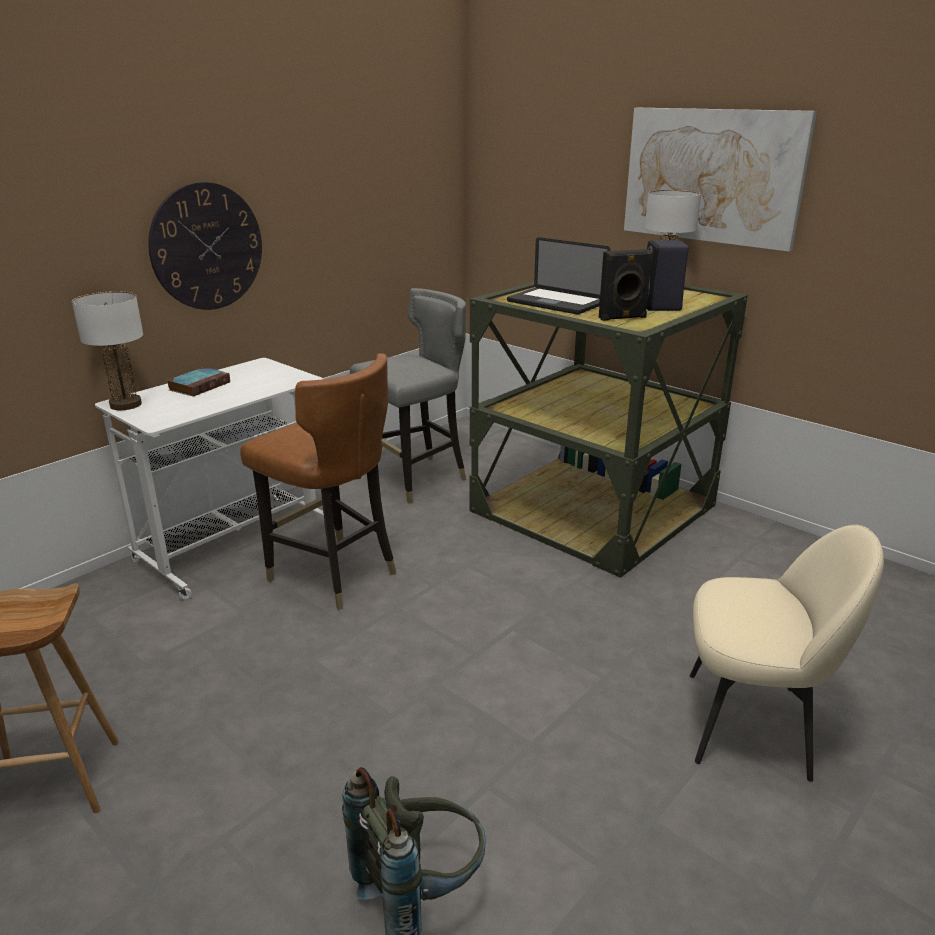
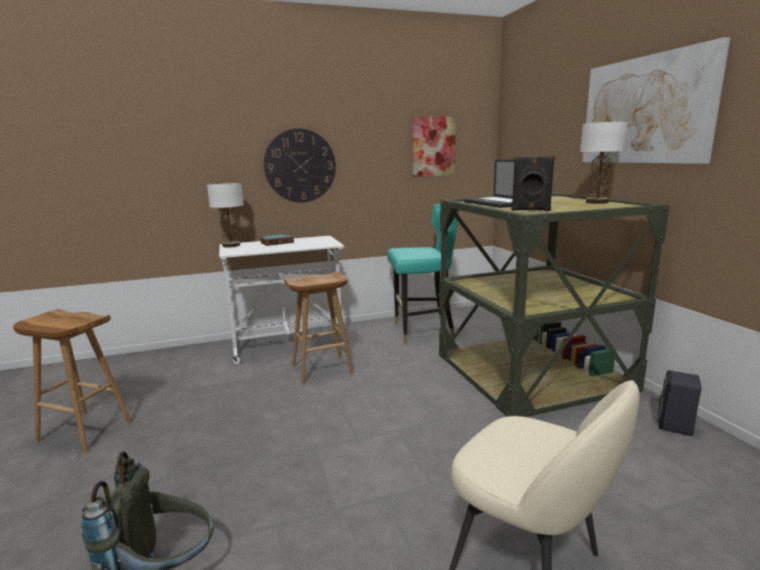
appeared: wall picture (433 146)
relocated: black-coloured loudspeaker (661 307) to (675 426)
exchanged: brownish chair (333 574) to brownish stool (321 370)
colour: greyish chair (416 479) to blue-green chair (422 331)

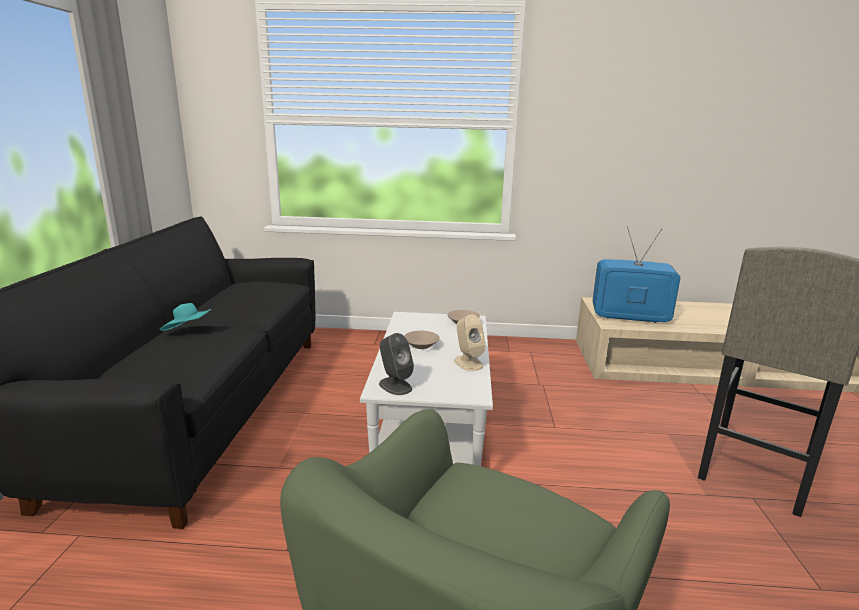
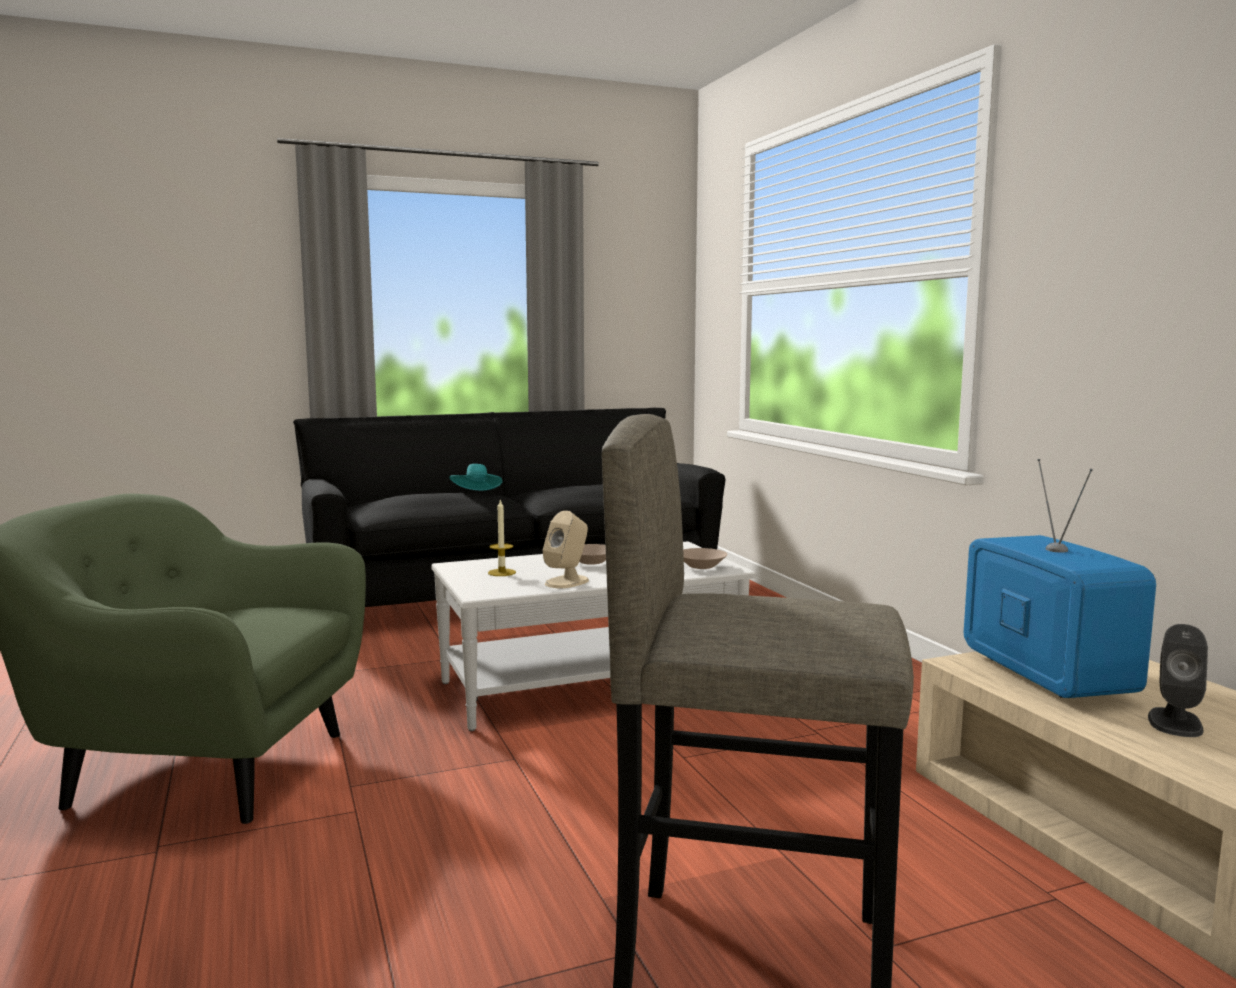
appeared: wax candle (501 572)
relocated: greyish loudspeaker (395 386) to (1175 722)

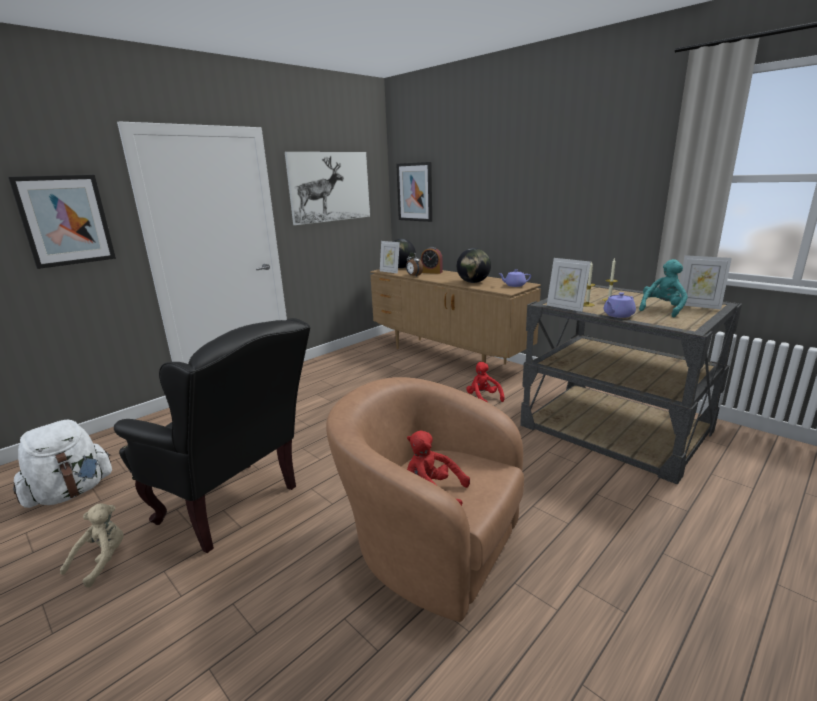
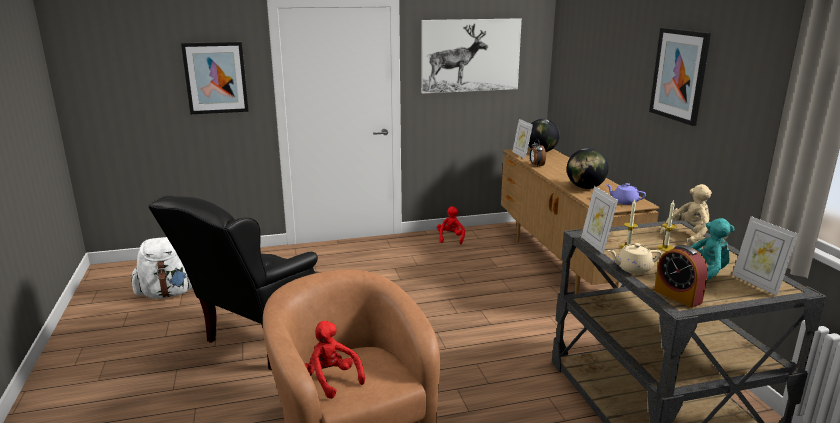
relocated: beige-coloured plush toy (102 561) to (687 236); wall picture (415 192) to (679 75); alarm clock (431 272) to (677 296); reddish plush toy (483 398) to (450 238)
colour: purple teapot (618 315) to beige-coloured teapot (632 268)
spun: black-coloured lounge chair (240 509) = (253 346) 60 degrees clockwise

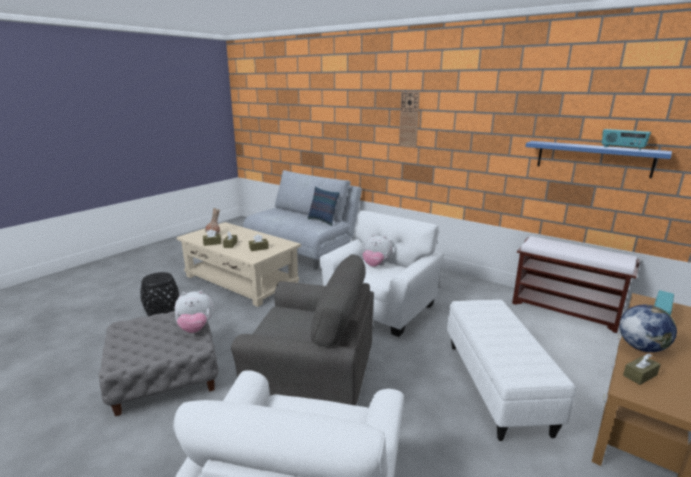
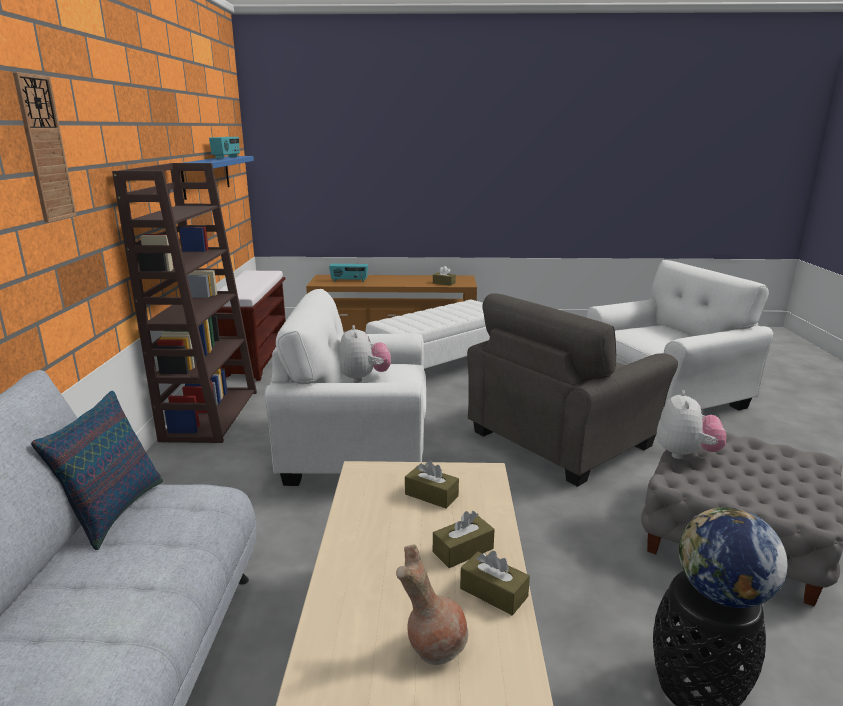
appeared: brownish bookshelf (210 414)
relocated: globe (641 347) to (722 594)
spun: plush toy (196 328) = (685 454) 60 degrees clockwise; greyish lounge chair (311 380) = (561 439) 105 degrees counterclockwise

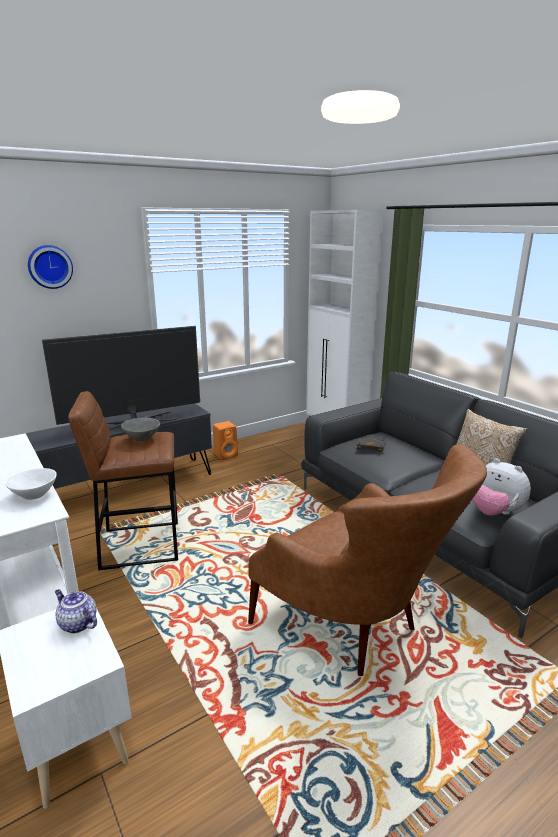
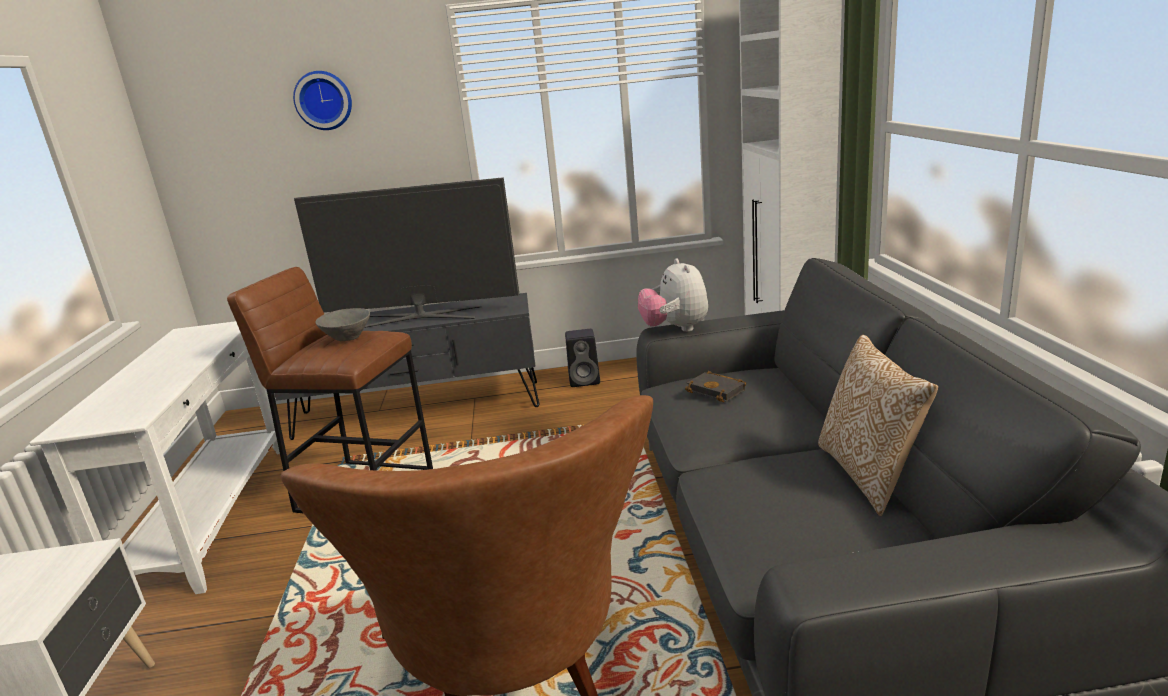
missing: whitish serving bowl (34 495); teapot (77 623)
relocated: plush toy (495 512) to (675 329)
colour: orange-coloured loudspeaker (226 454) to black-coloured loudspeaker (585 380)

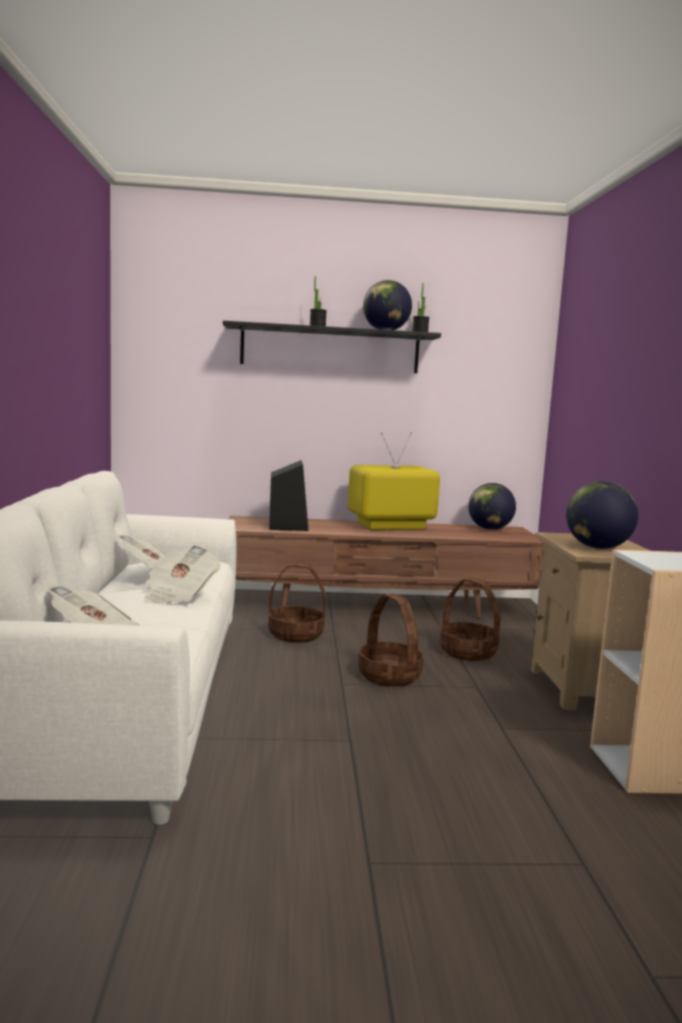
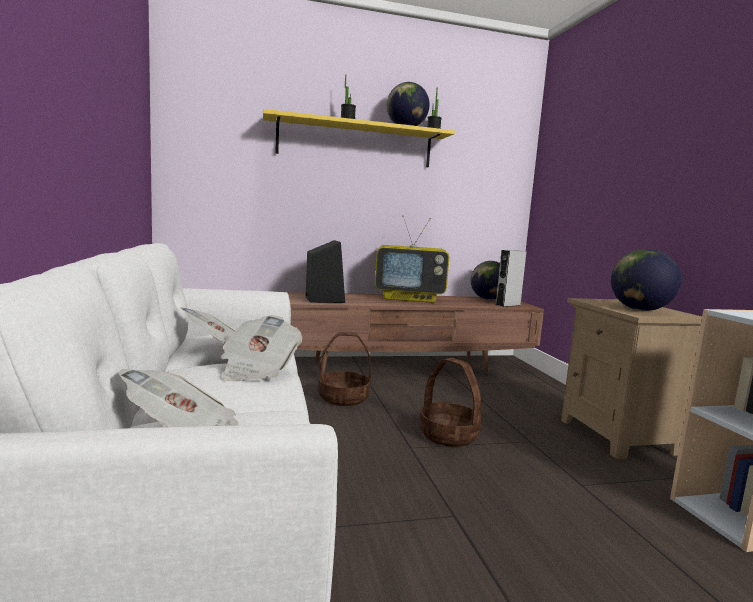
missing: storage basket (468 652)
appeared: greyish loudspeaker (508 305)
colour: black-coloured bracket shelf (330 349) to yellow-coloured bracket shelf (355 143)
spun: television (390 526) = (410 298) 150 degrees counterclockwise

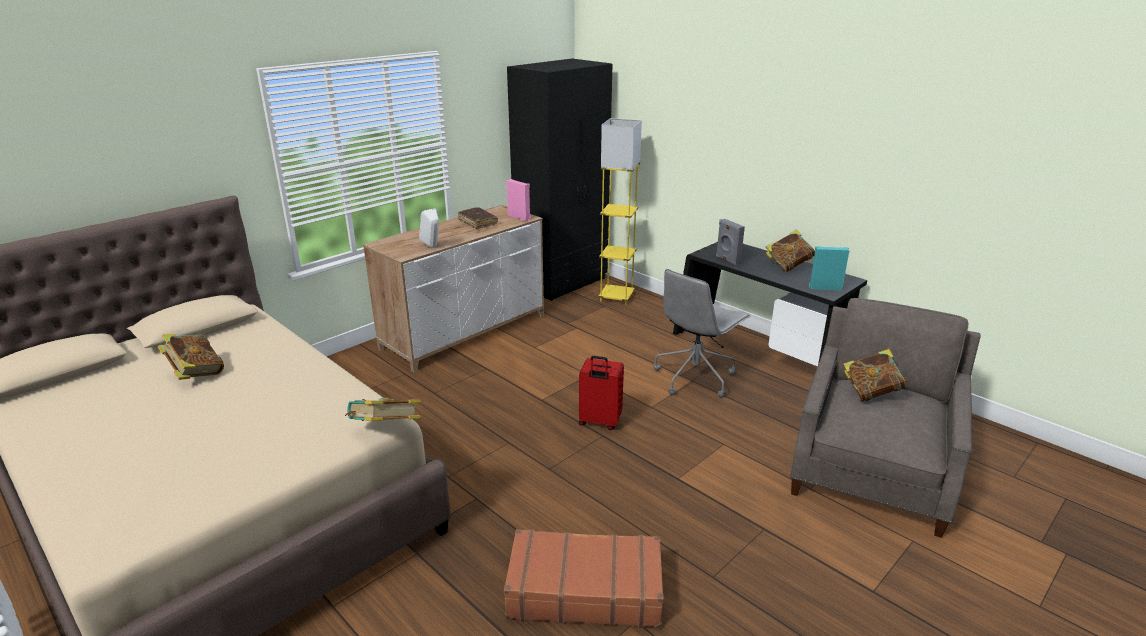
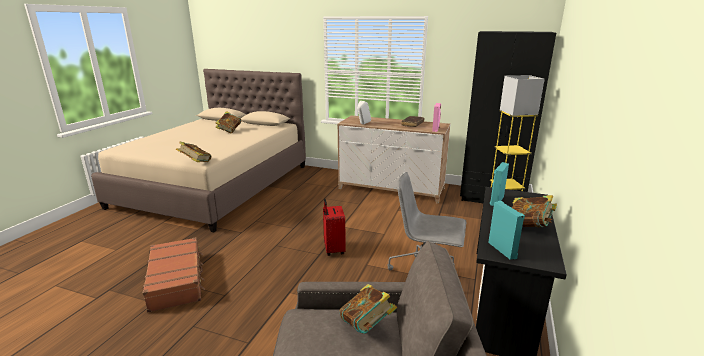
colour: greyish loudspeaker (727 260) to blue-green loudspeaker (496 200)

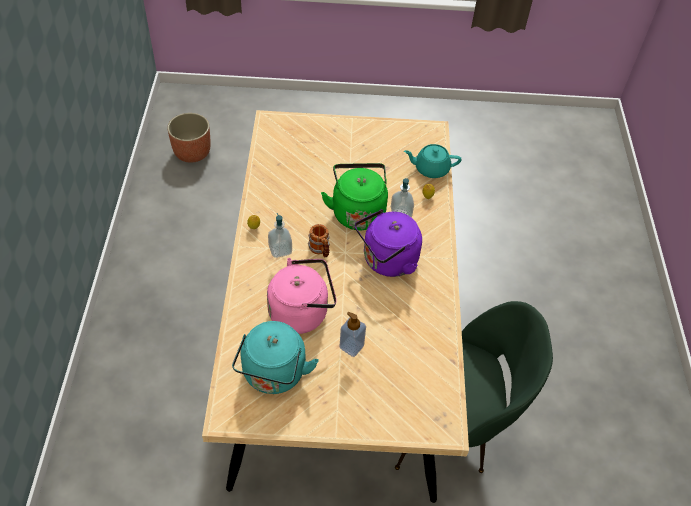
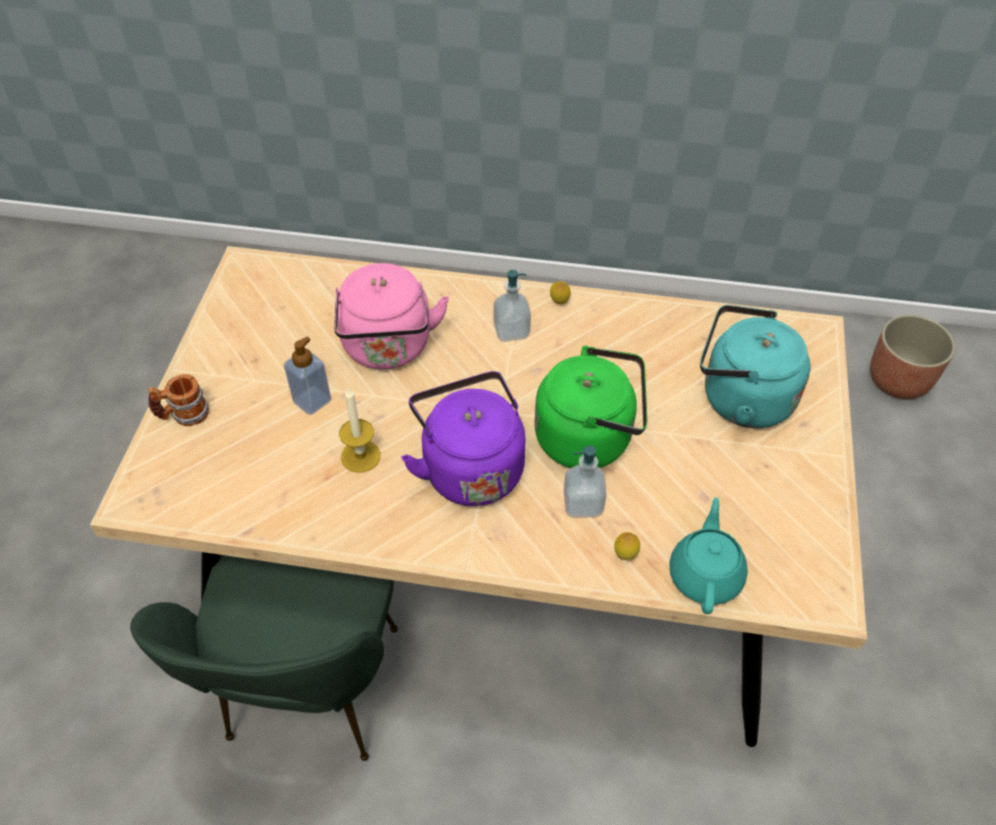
appeared: wax candle (360 456)
relocated: blue-green water kettle (273 375) to (740 398); mug (320 250) to (183 415)

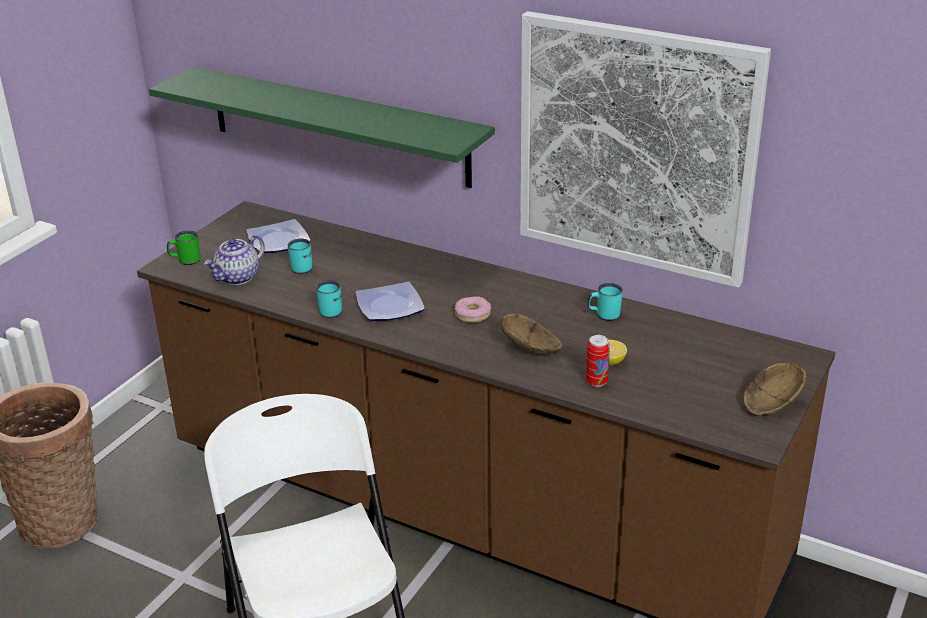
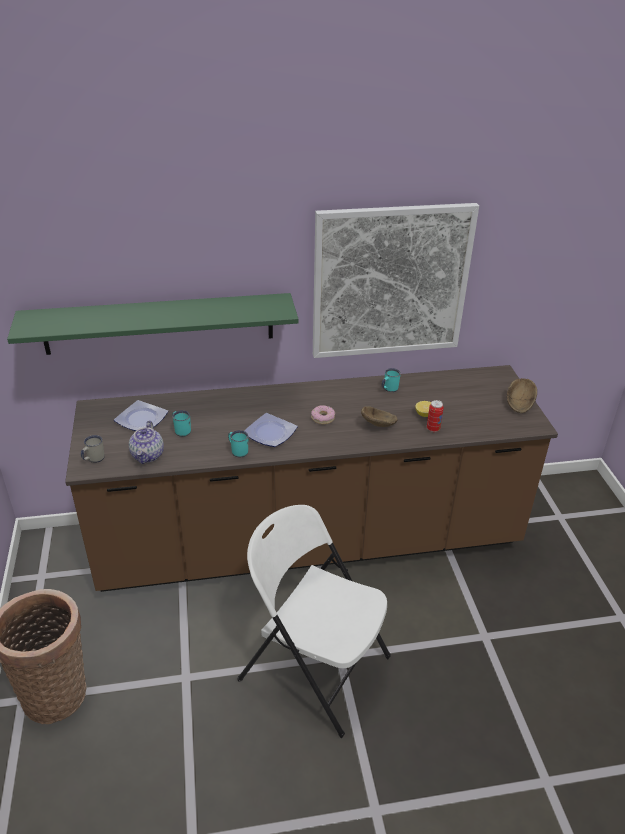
colour: green mug (185 260) to whitish mug (93 459)

